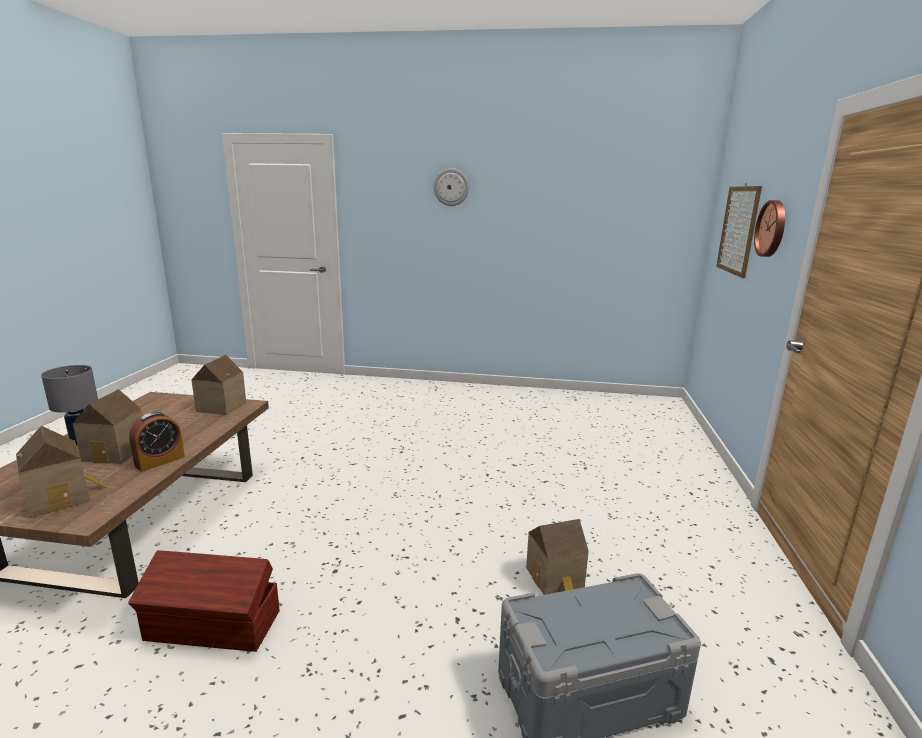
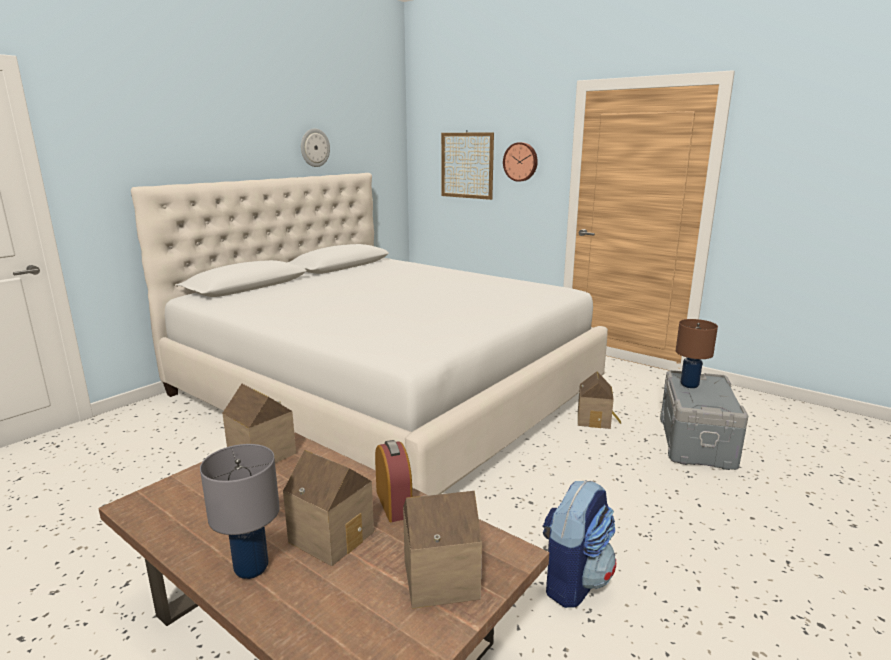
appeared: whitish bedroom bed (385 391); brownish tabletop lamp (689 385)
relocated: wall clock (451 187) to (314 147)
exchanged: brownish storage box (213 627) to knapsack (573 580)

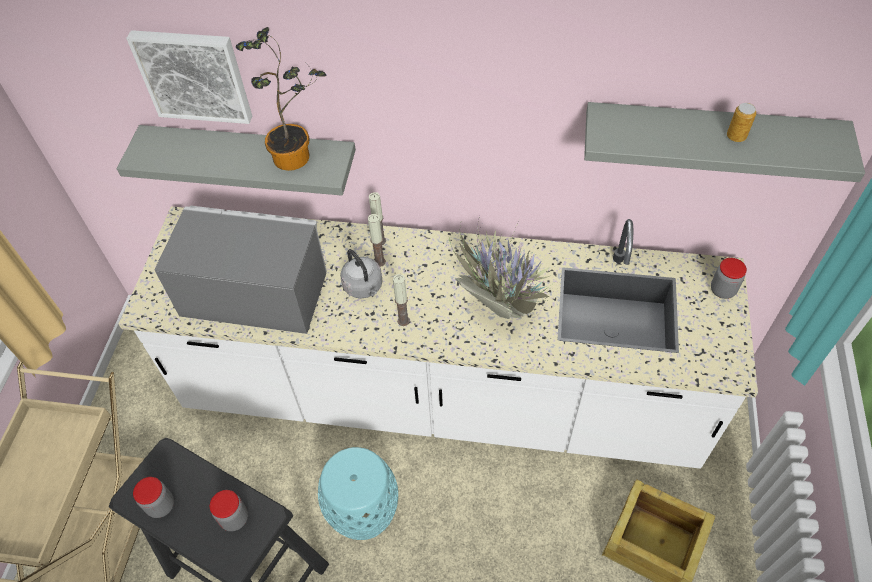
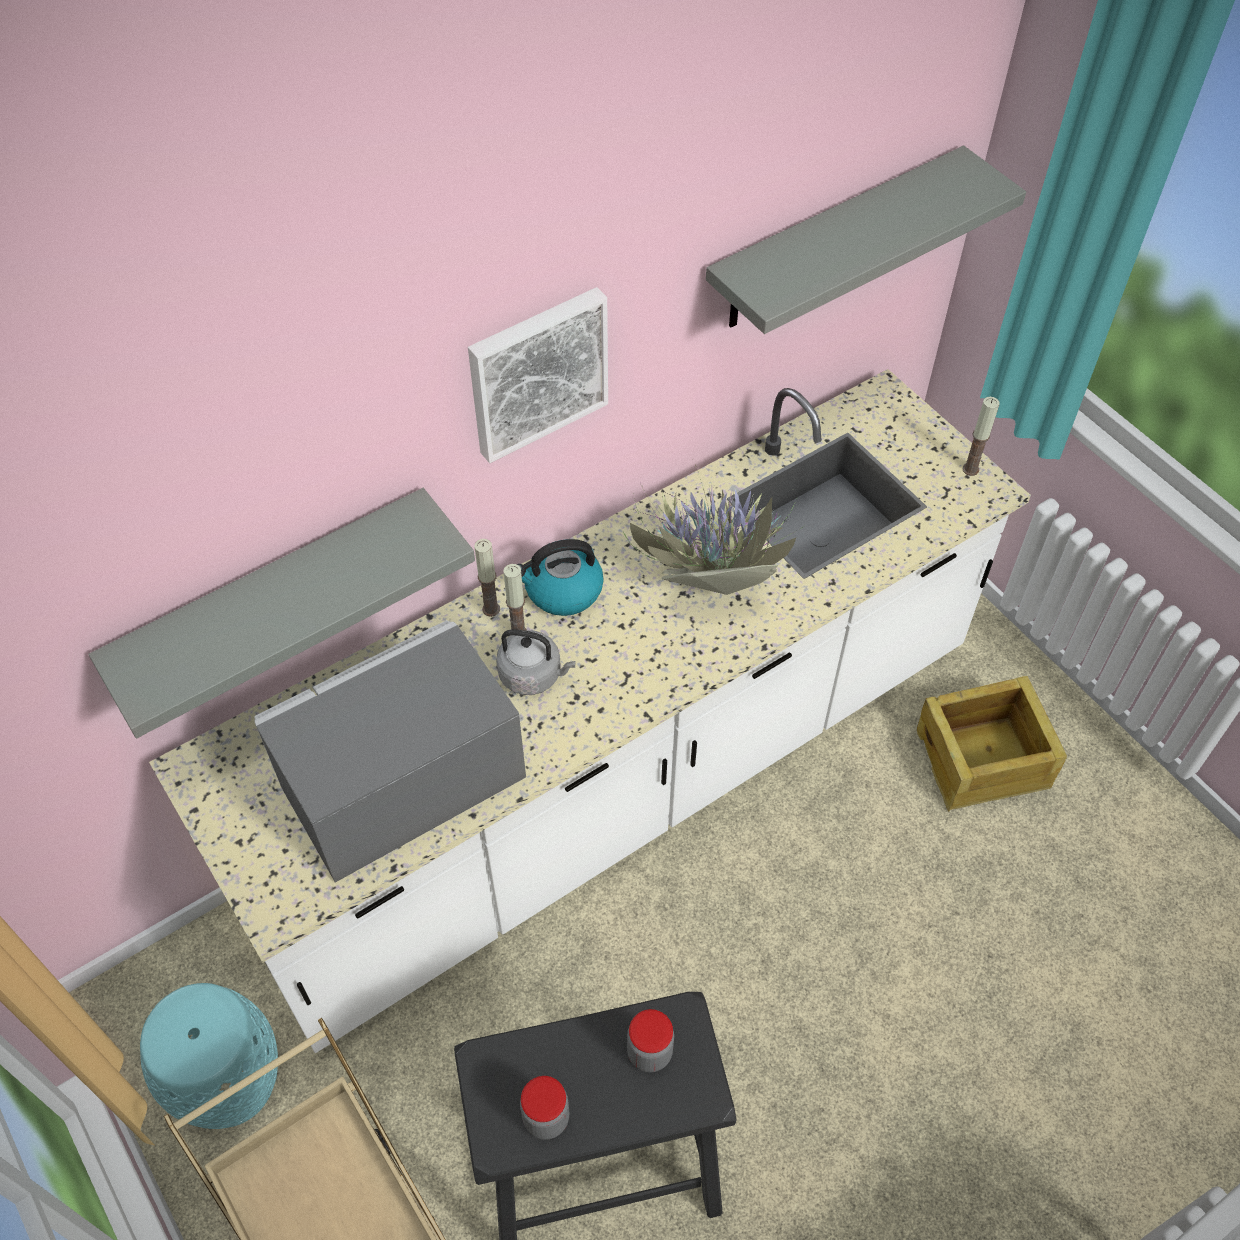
missing: potted plant (297 156); preserve jar (722 290); sealed can (736 137)
appeared: water kettle (562 591)
relocated: wall picture (194 75) to (537 371); blue-green stool (363 511) to (229 1081); wax candle (403 320) to (970 469)

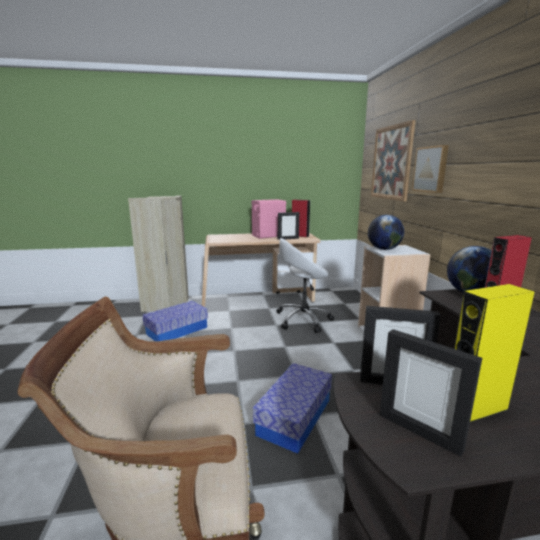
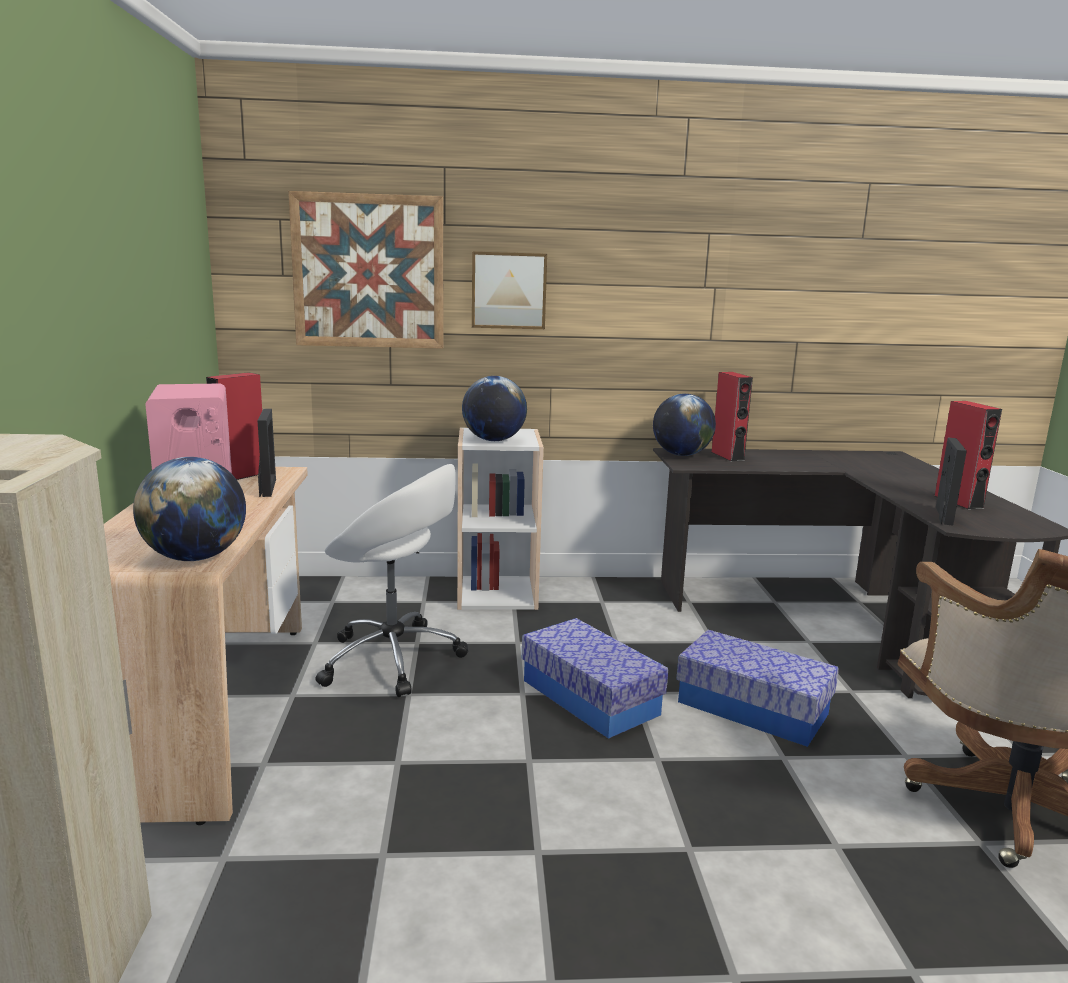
missing: photo frame (419 430)
appeared: globe (195 558)
relocated: storage box (177 330) to (589 697)
colour: yellow-coloured loudspeaker (475 409) to reddish loudspeaker (958 502)
spun: whitish desk chair (301 319) = (395 659) 60 degrees counterclockwise

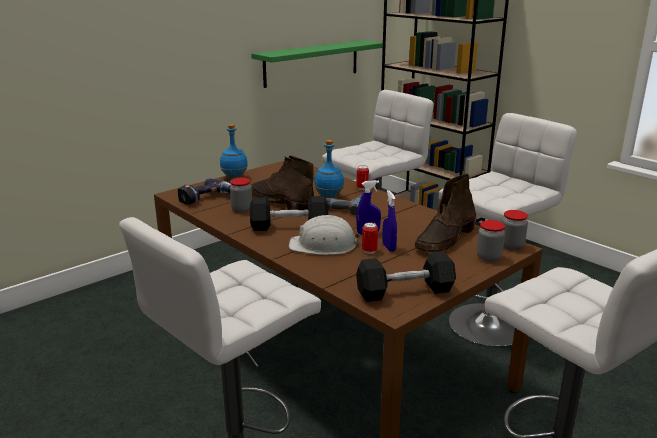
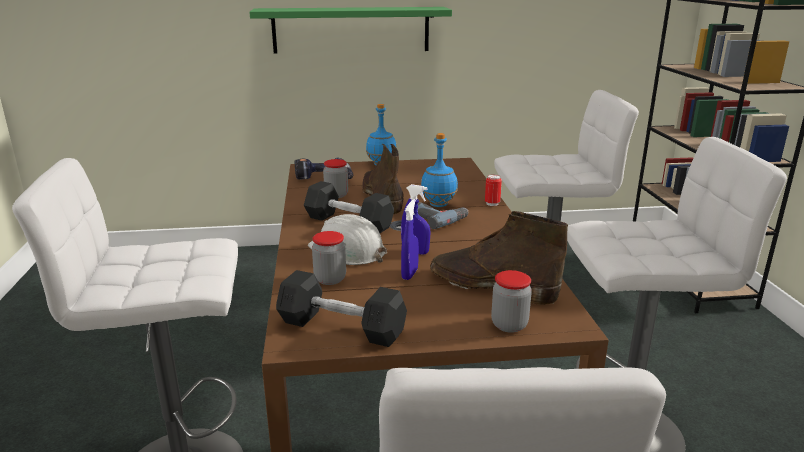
missing: sealed can (369 251)
relocated: green bracket shelf (312 63) to (351 30); preserve jar (511 246) to (330 279)
spun: brownish tall boot (445 239) = (491 286) 45 degrees clockwise

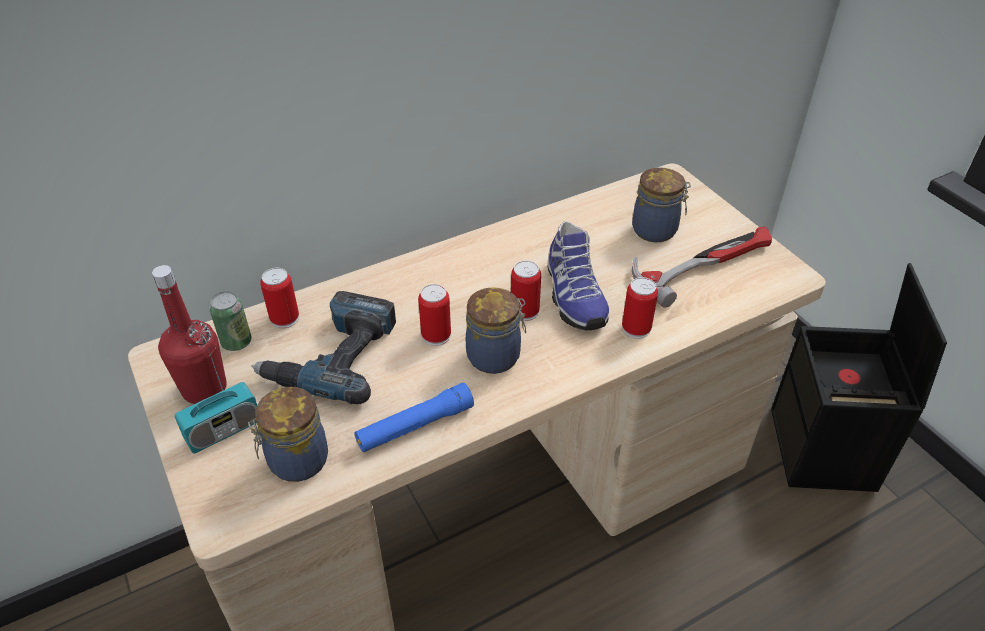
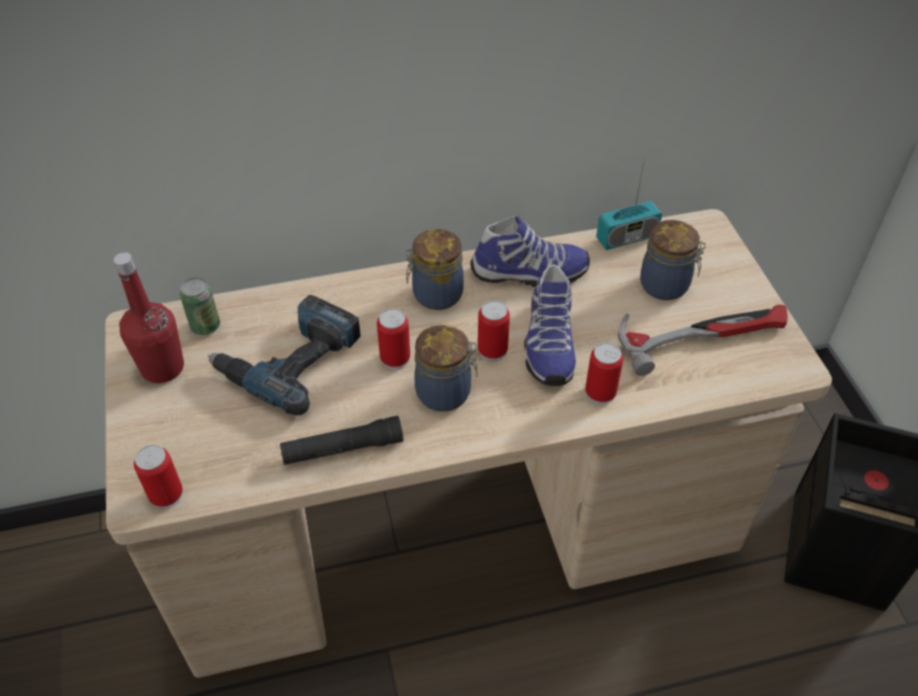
appeared: low shoe (529 274)
relocated: radio set (223 430) to (626 238); preserve jar (296 461) to (435 295); sealed can (284 318) to (166 495)
colour: bluish flashlight (415 426) to black-coloured flashlight (342 449)

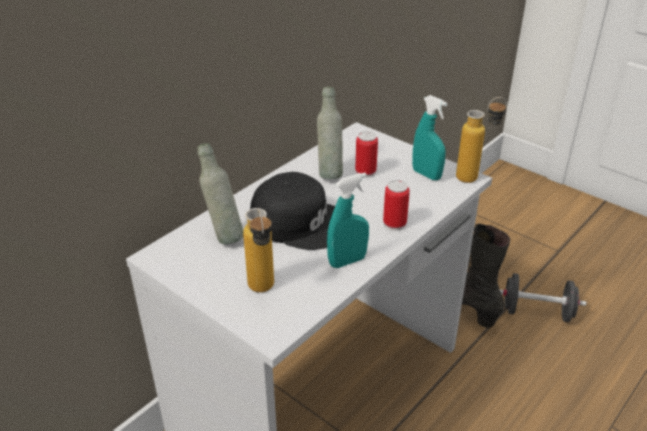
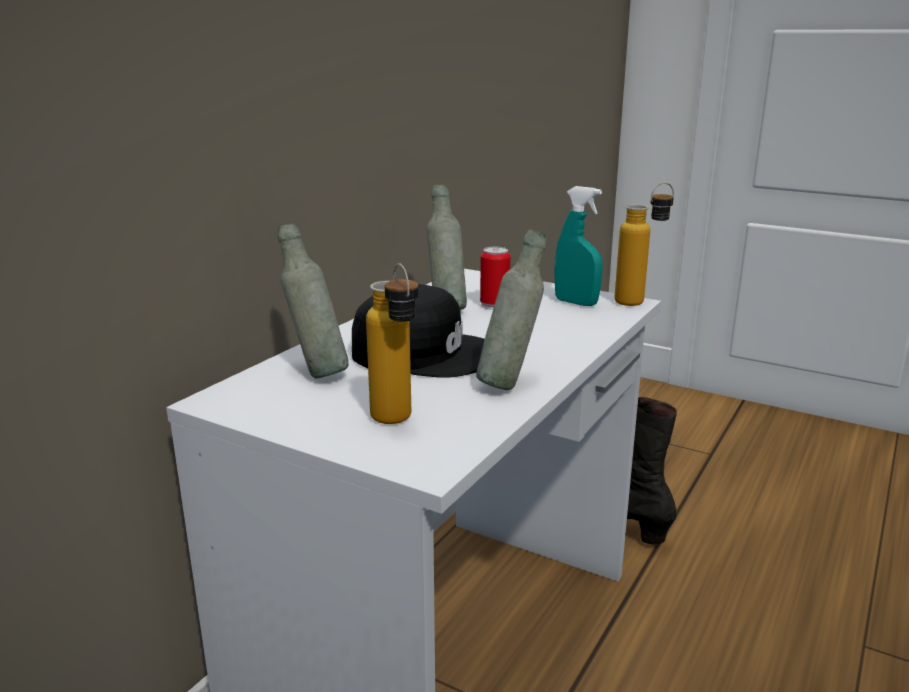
missing: sealed can (394 224); black-coloured free weight (536 312)
exchanged: blue-green hand sprayer (347 261) to greyish drink bottle (510 384)

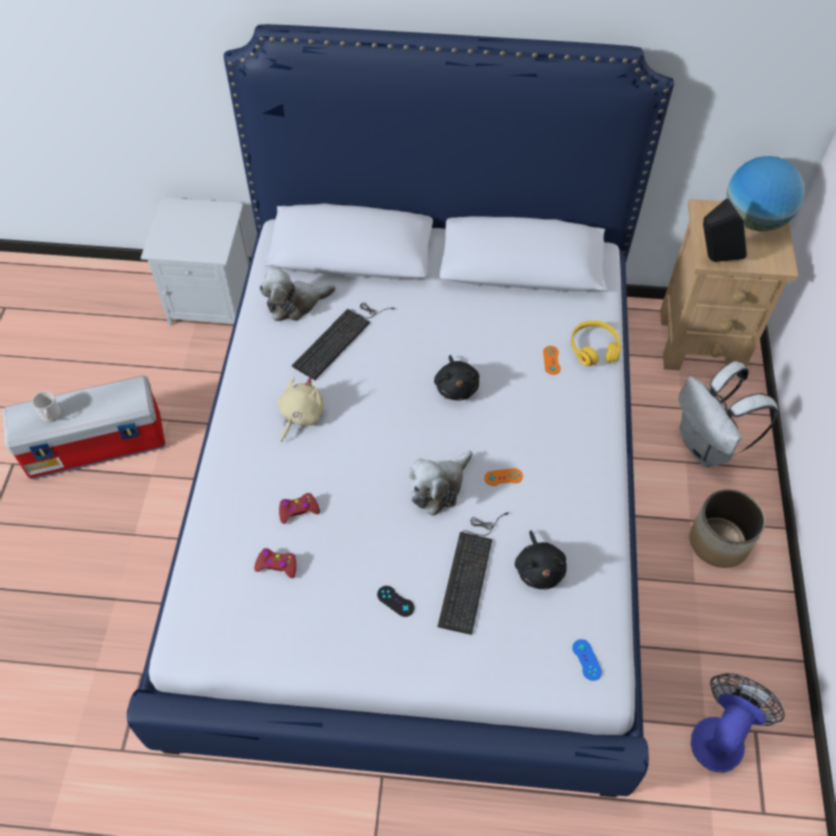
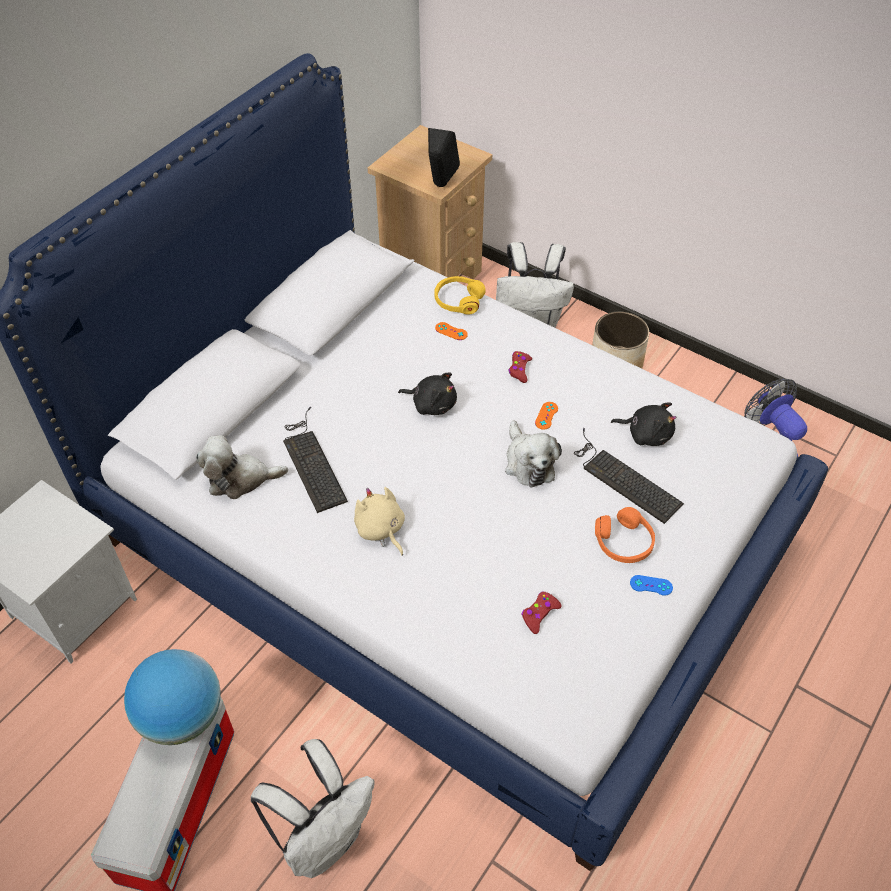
missing: mug (51 416)
appeared: whitish knapsack (323 838)
relocated: reddish gamepad (298 510) to (519 369); bluish gamepad (586 660) to (651 585); globe (754 220) to (181 716)
exchanged: black-coloured gamepad (395 601) to orange-coloured pair of headphones (624 542)
spun: plush toy (295 304) = (240 479) 75 degrees clockwise

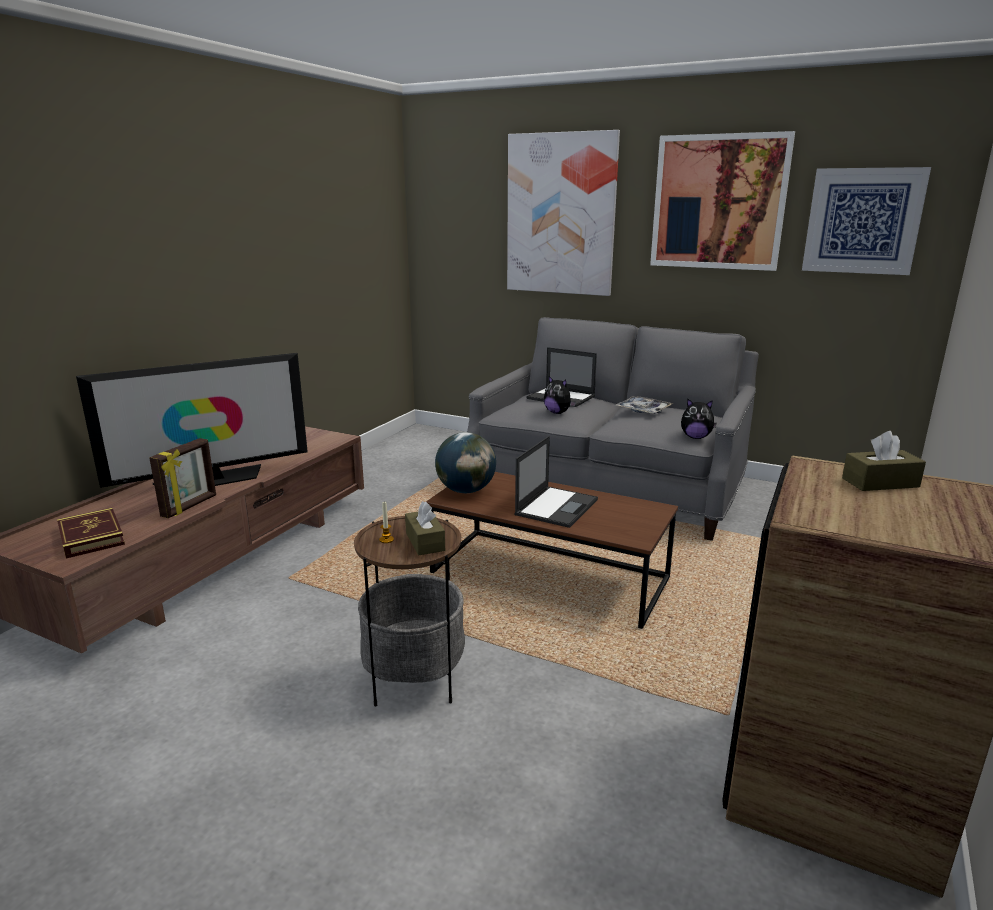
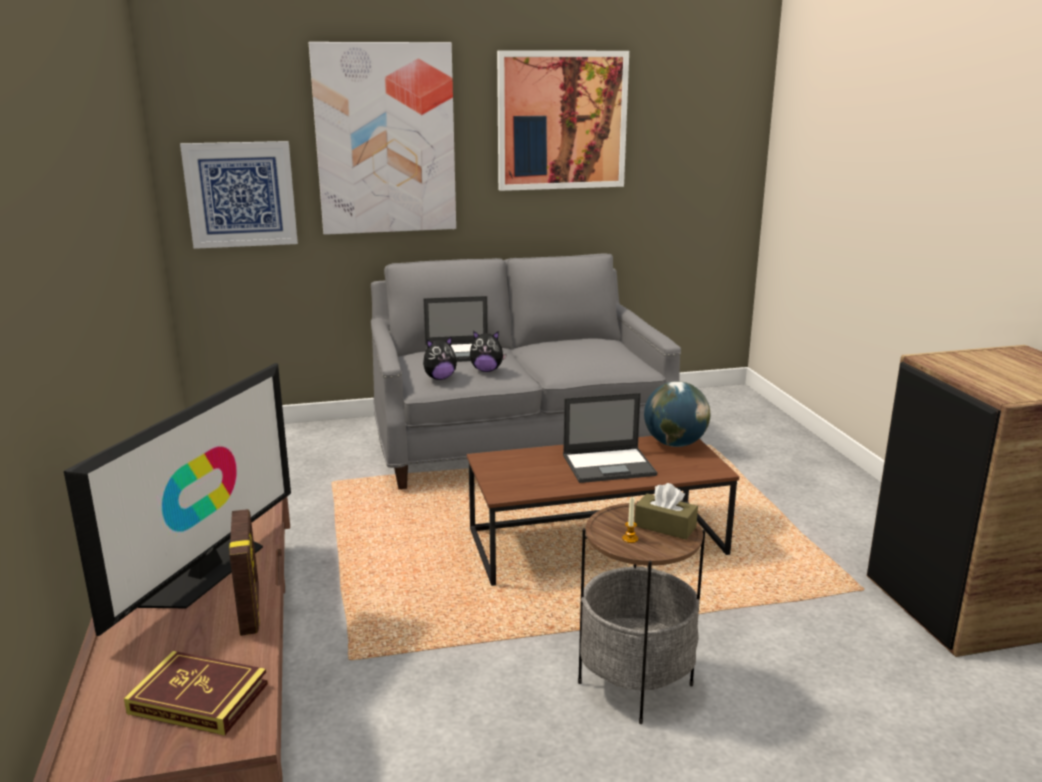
missing: serving tray (643 410); brownish tissue holder (880 482)
relocated: globe (465 490) to (674 444); plush toy (696 437) to (439 378); wall picture (863 221) to (241 194)
spun: notebook computer (557 506) = (609 465) 90 degrees clockwise

